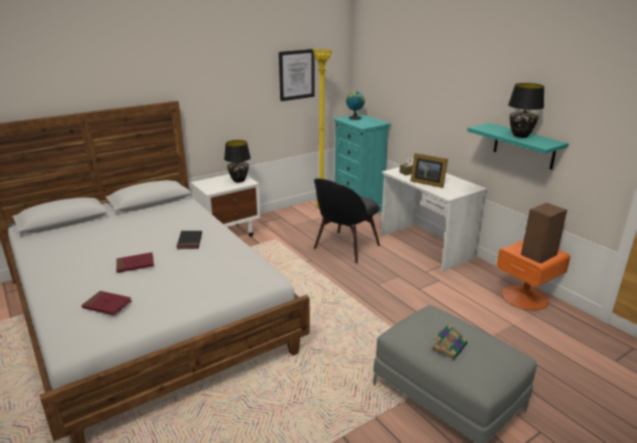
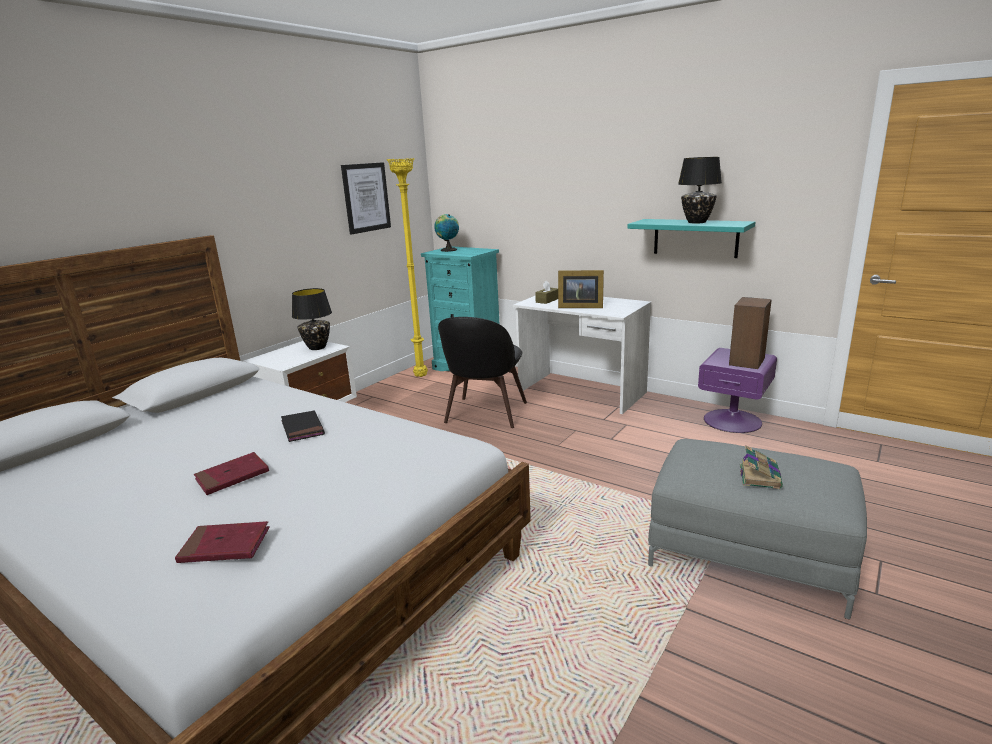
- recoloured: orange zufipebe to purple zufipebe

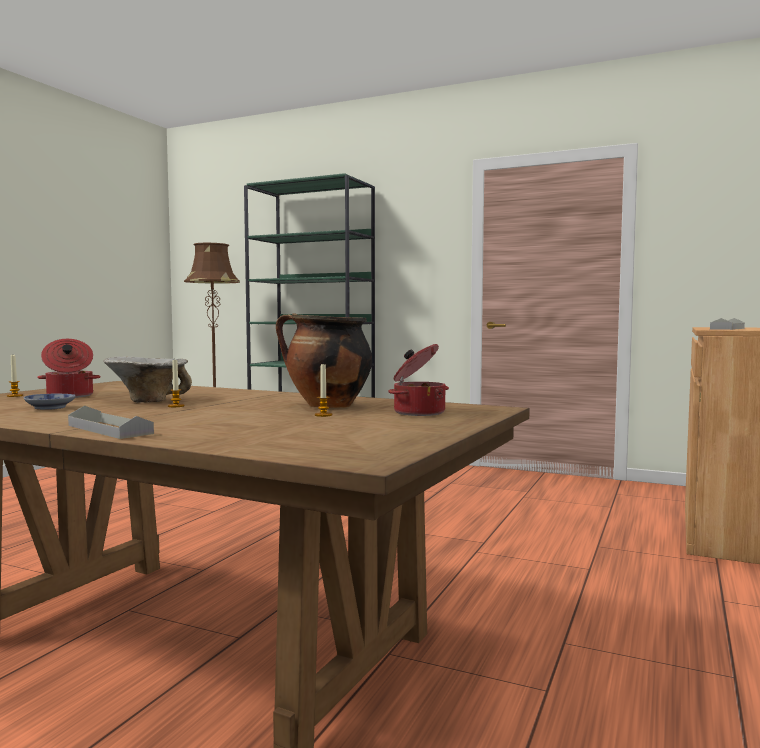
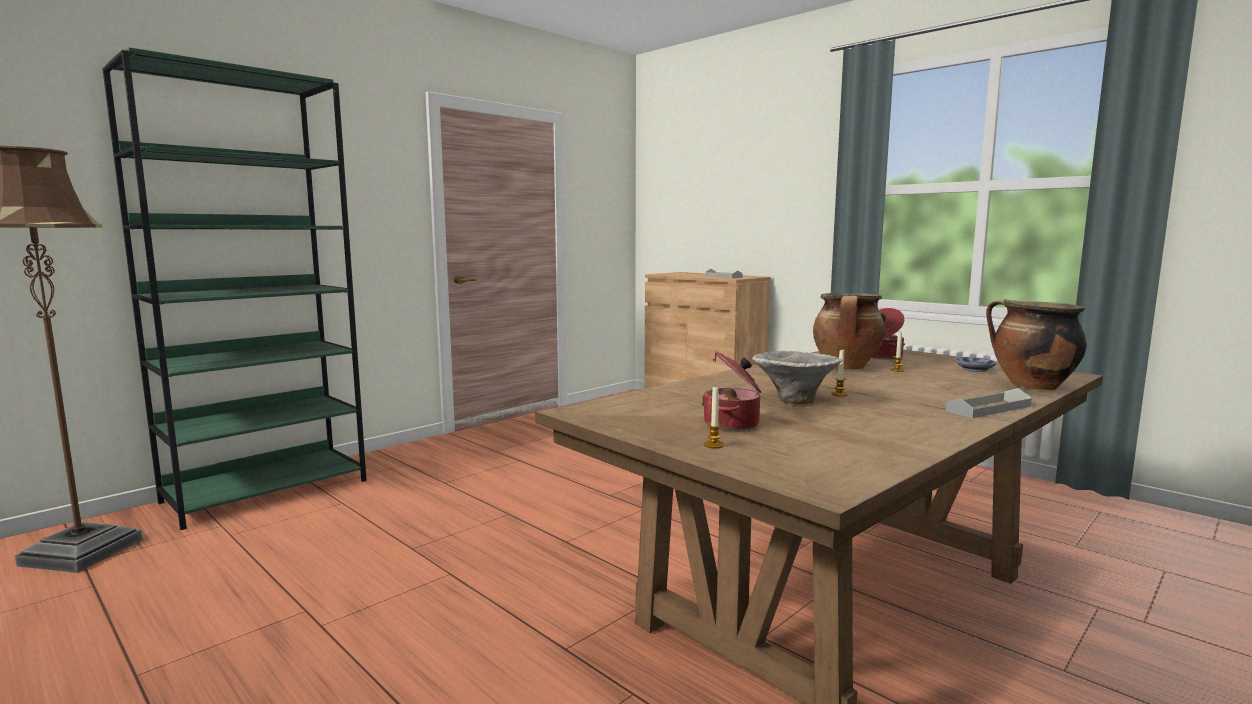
- moved: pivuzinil (1st from left in the first image) to pivuzinil (2nd from left)
- added: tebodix (4th from left)

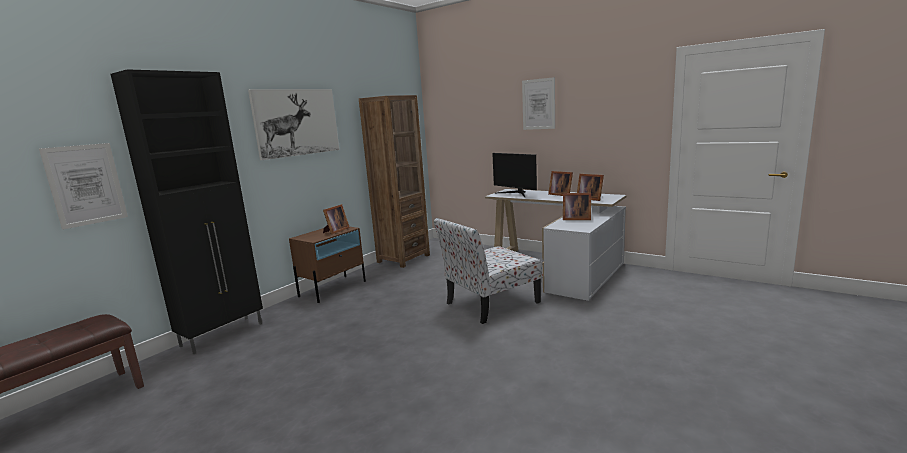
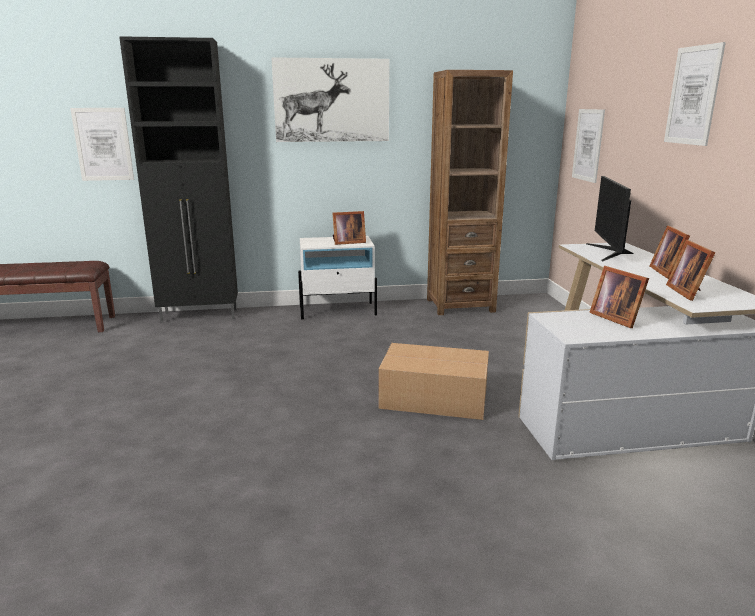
- recoloured: brown zufipebe to white zufipebe
- replaced: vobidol to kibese
- added: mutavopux (3rd from left)

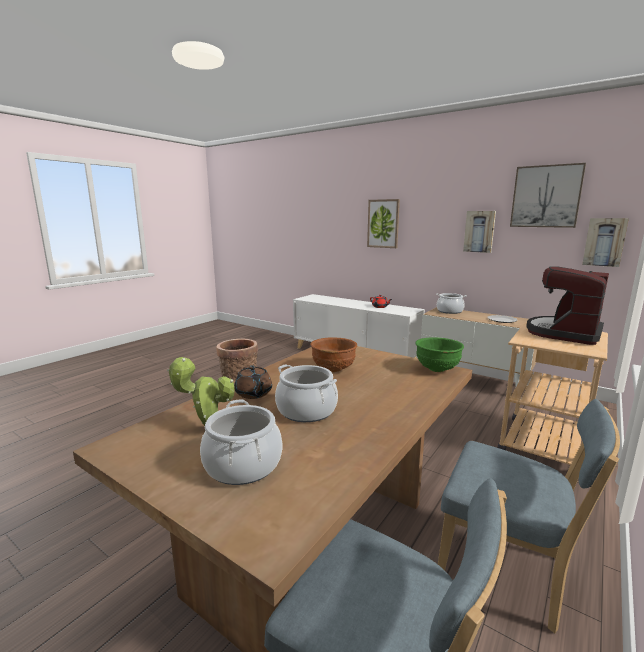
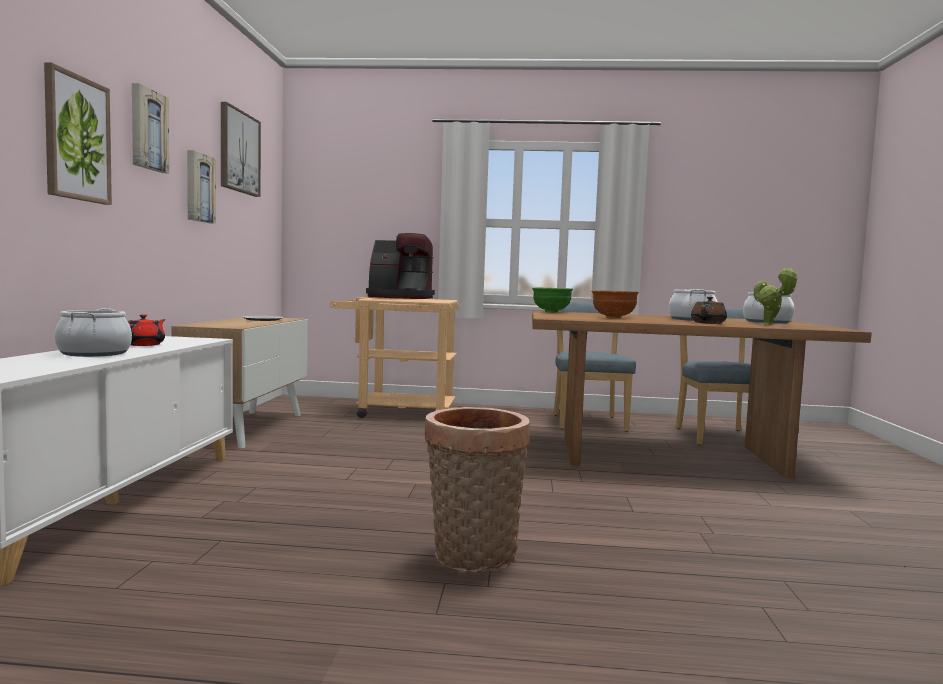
- moved: tebodix (3rd from left in the first image) to tebodix (1st from left)
- moved: mutavopux (4th from left in the first image) to mutavopux (2nd from left)

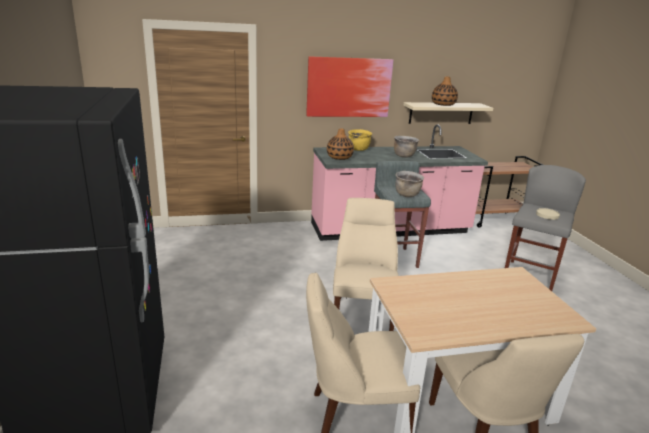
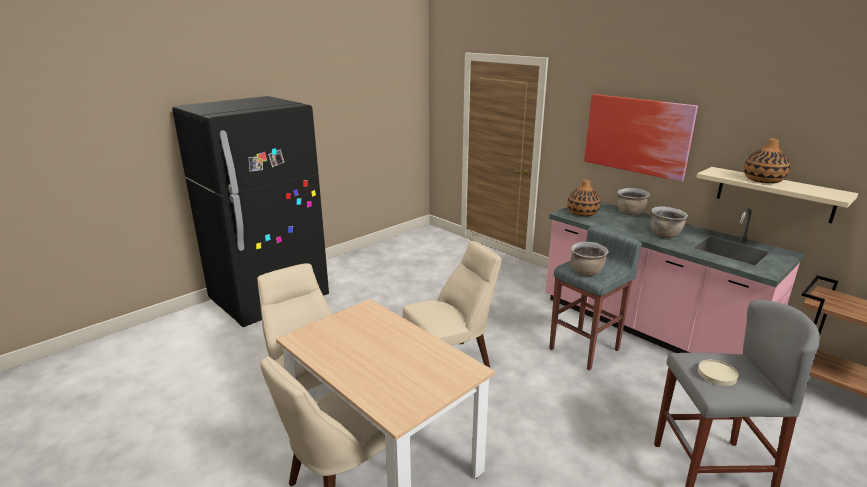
- recoloured: yellow tebodix to brown tebodix (2nd from left)

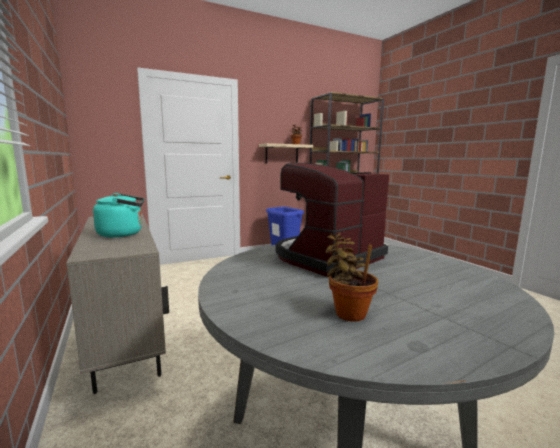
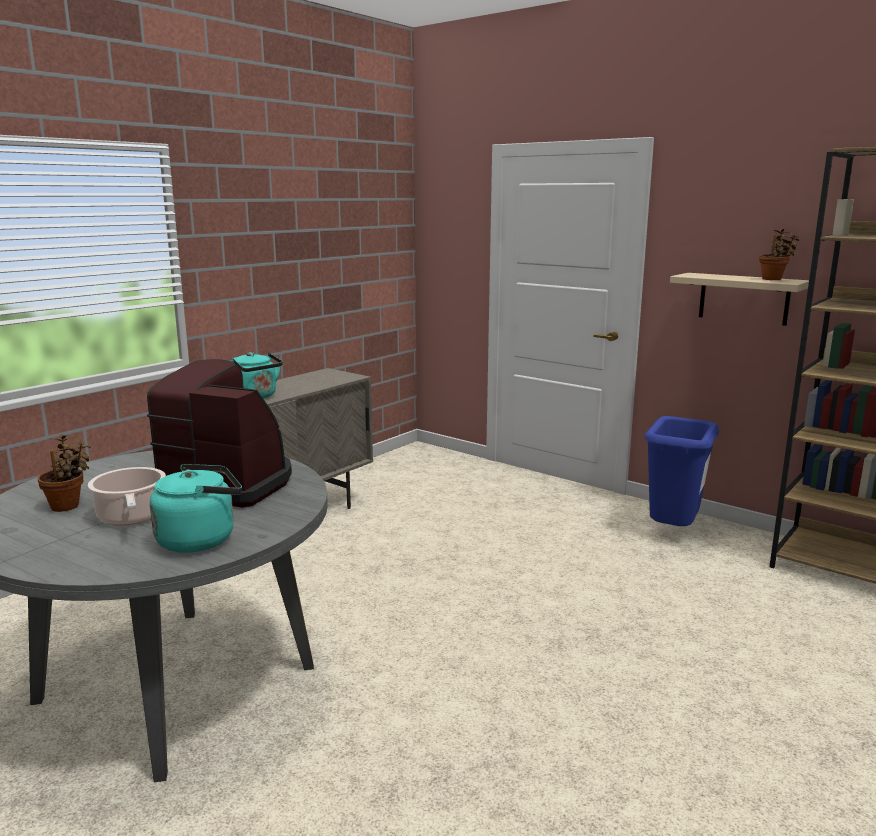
- added: tebodix
- added: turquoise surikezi (1st from left)

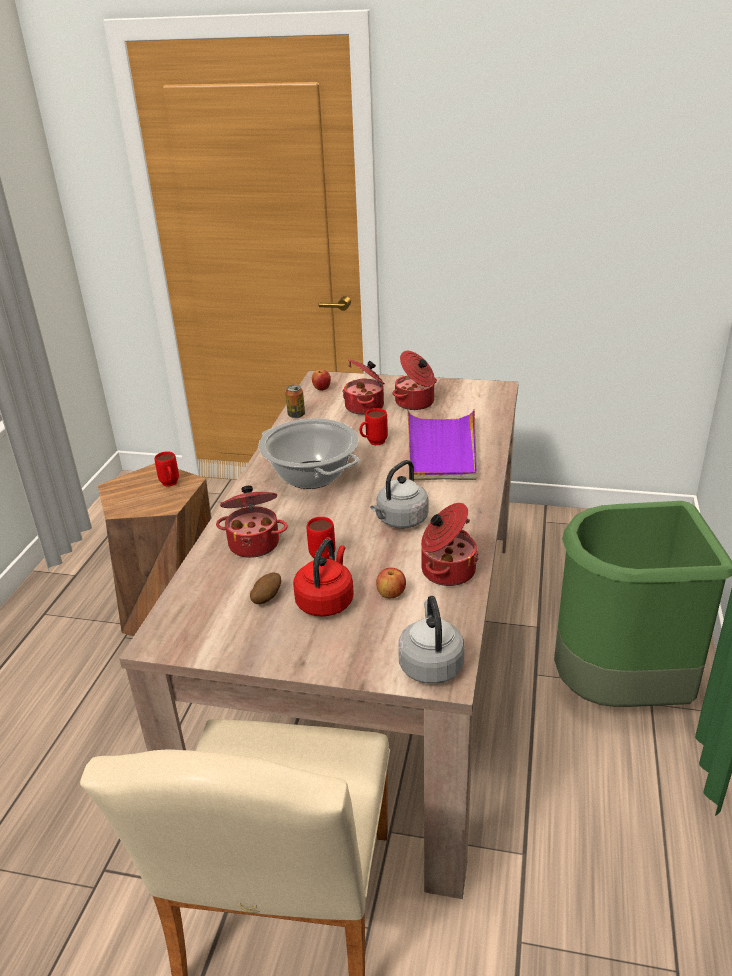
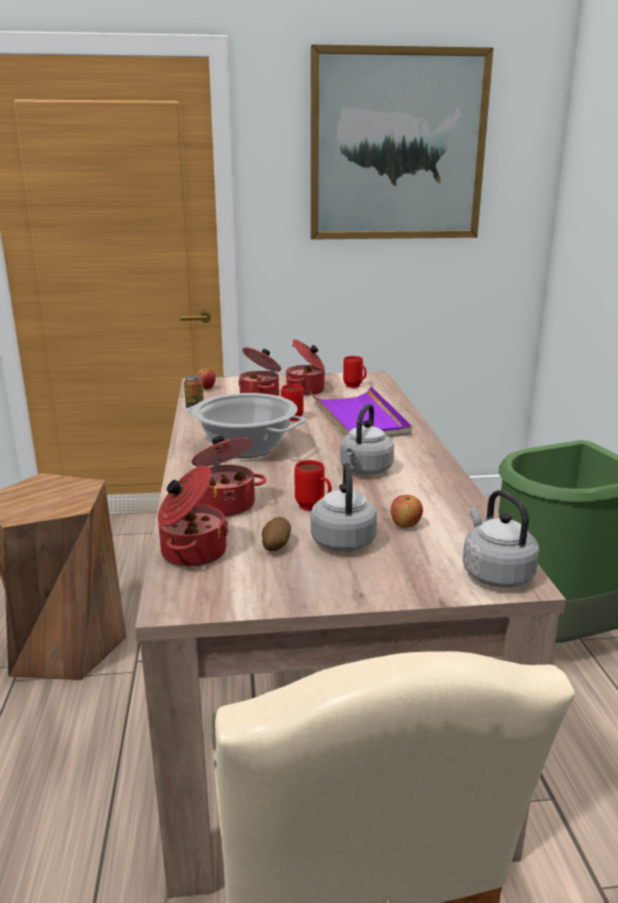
- moved: tebodix (5th from left in the first image) to tebodix (1st from left)
- recoloured: red surikezi to grey surikezi (1st from left)
- added: mutavopux
- moved: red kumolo (1st from left in the first image) to red kumolo (3rd from left)

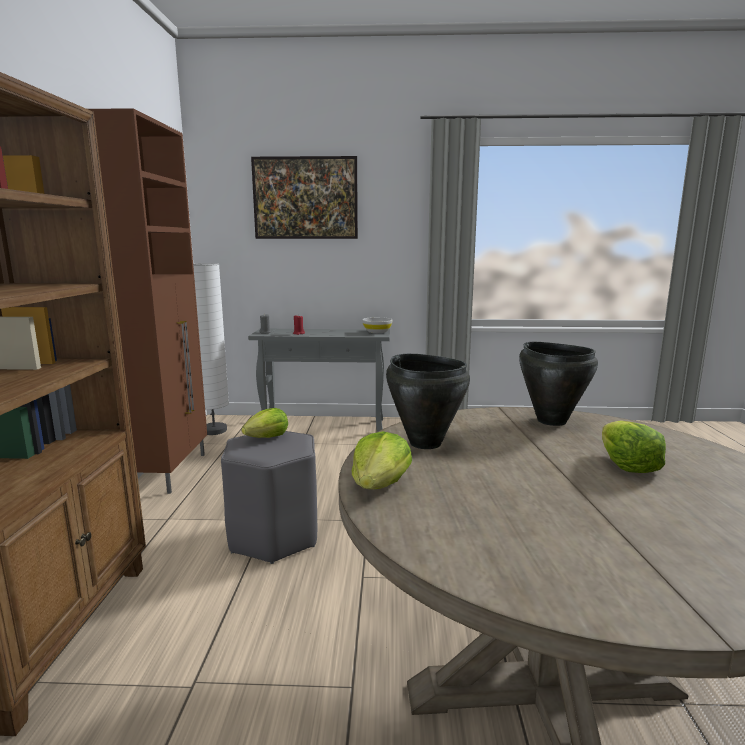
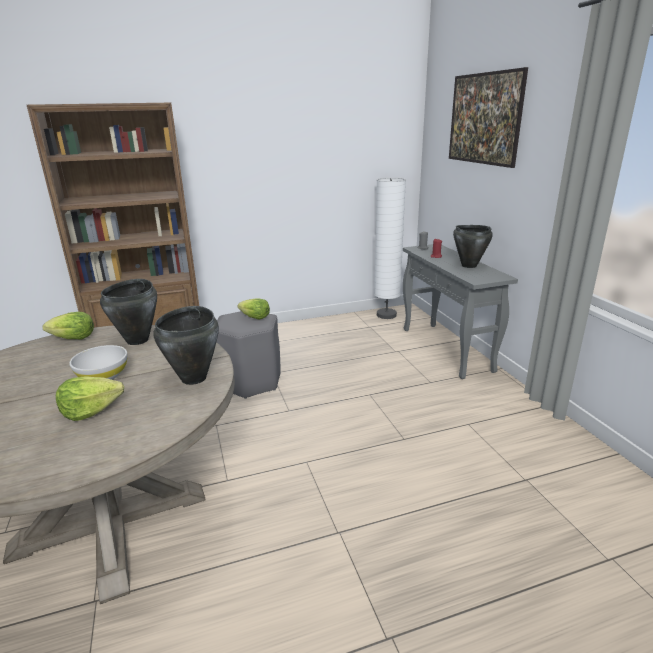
- moved: white pivuzinil
- added: black tebodix (3rd from left)
- removed: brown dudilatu

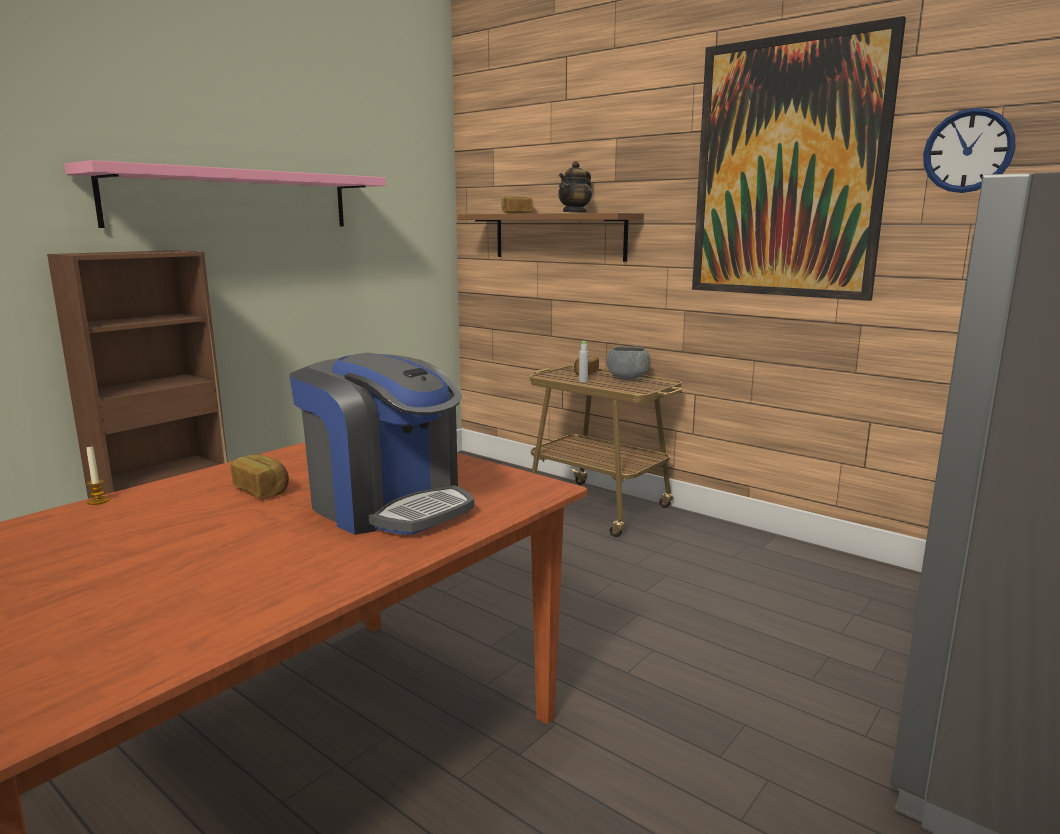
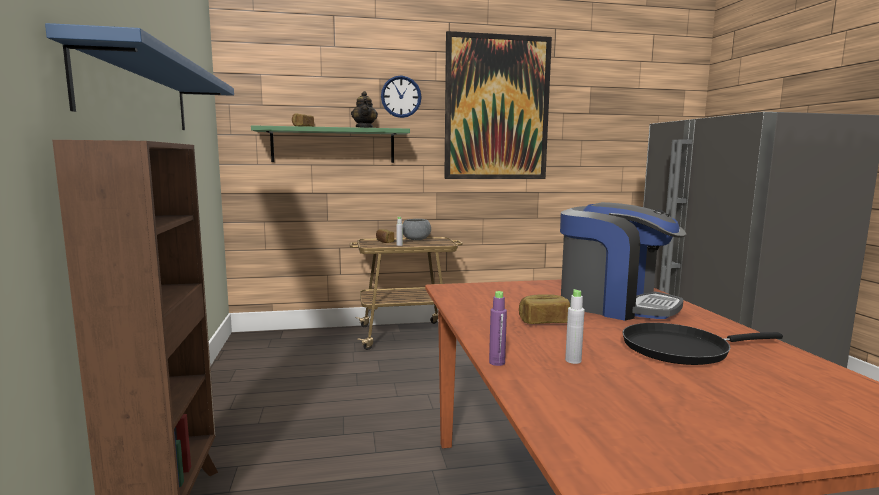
- recoloured: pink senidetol to blue senidetol
- recoloured: brown senidetol to green senidetol
- moved: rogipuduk
- replaced: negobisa to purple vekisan
- turned: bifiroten 45 degrees clockwise
- added: grey vekisan (2nd from left)
- added: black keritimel

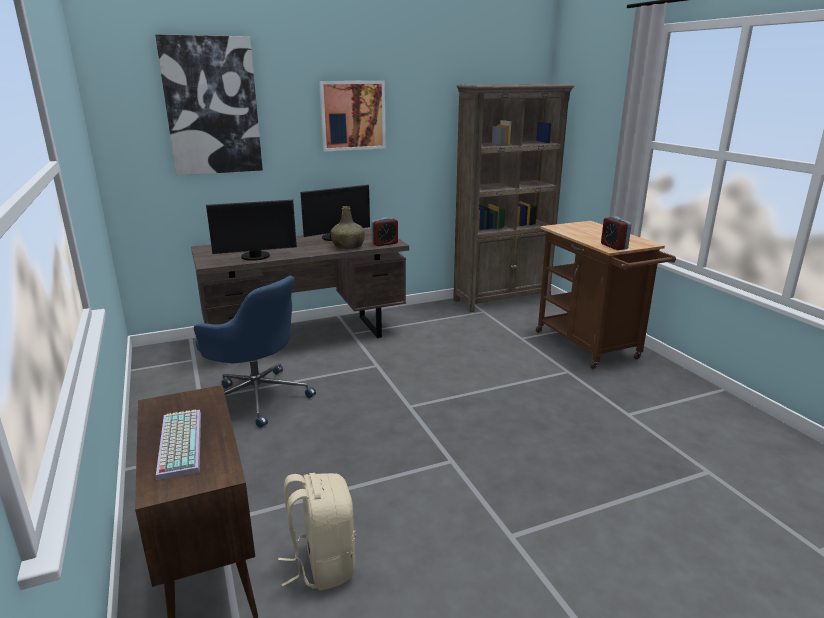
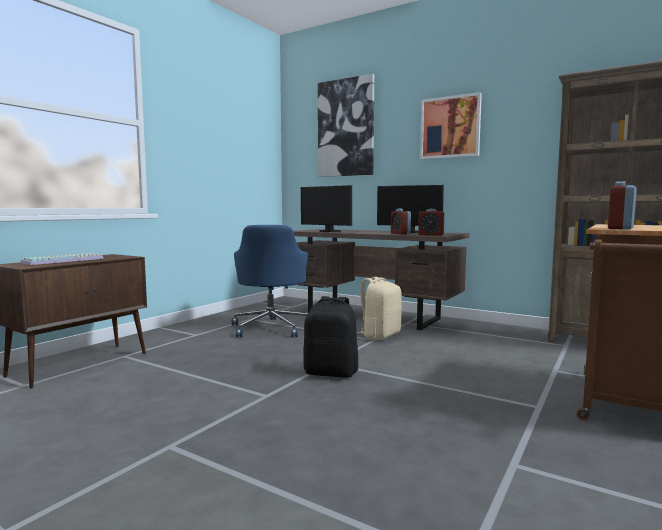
- added: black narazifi
- moved: beige narazifi
- replaced: green vekisan to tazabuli (1st from left)

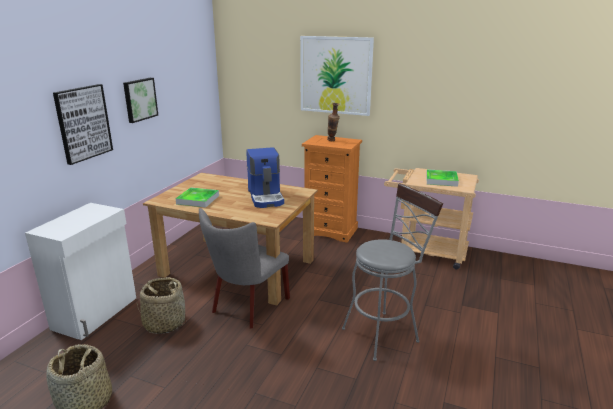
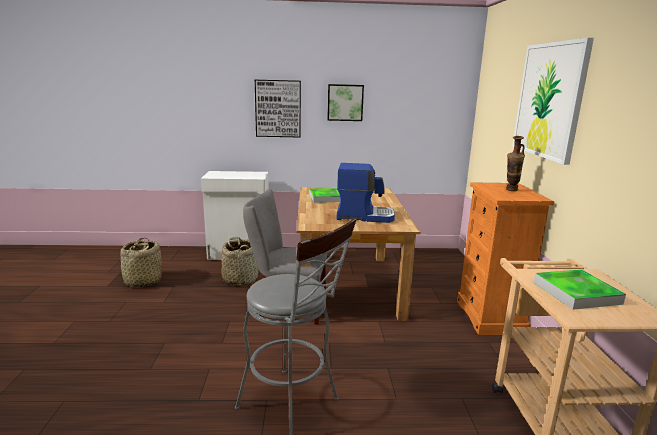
- turned: bifiroten 135 degrees counterclockwise

